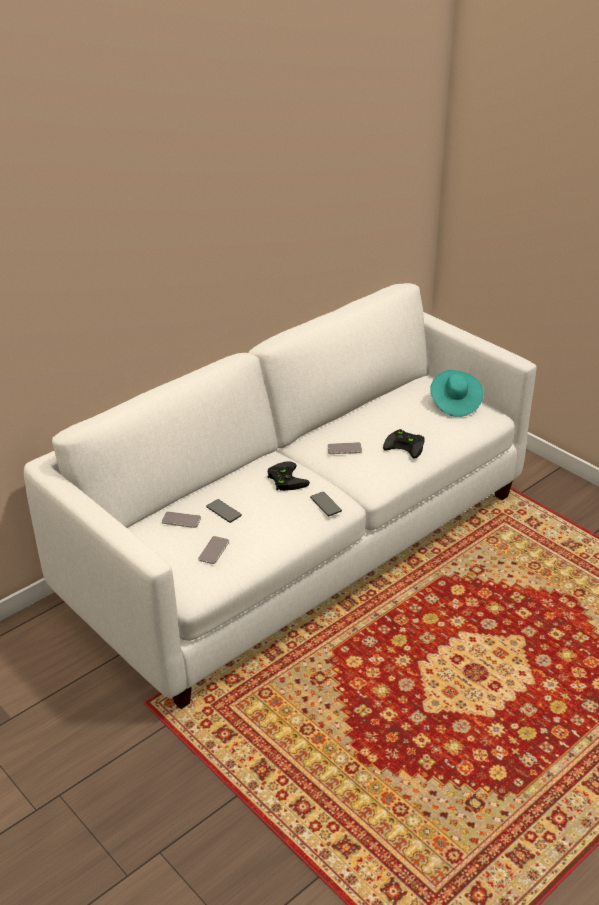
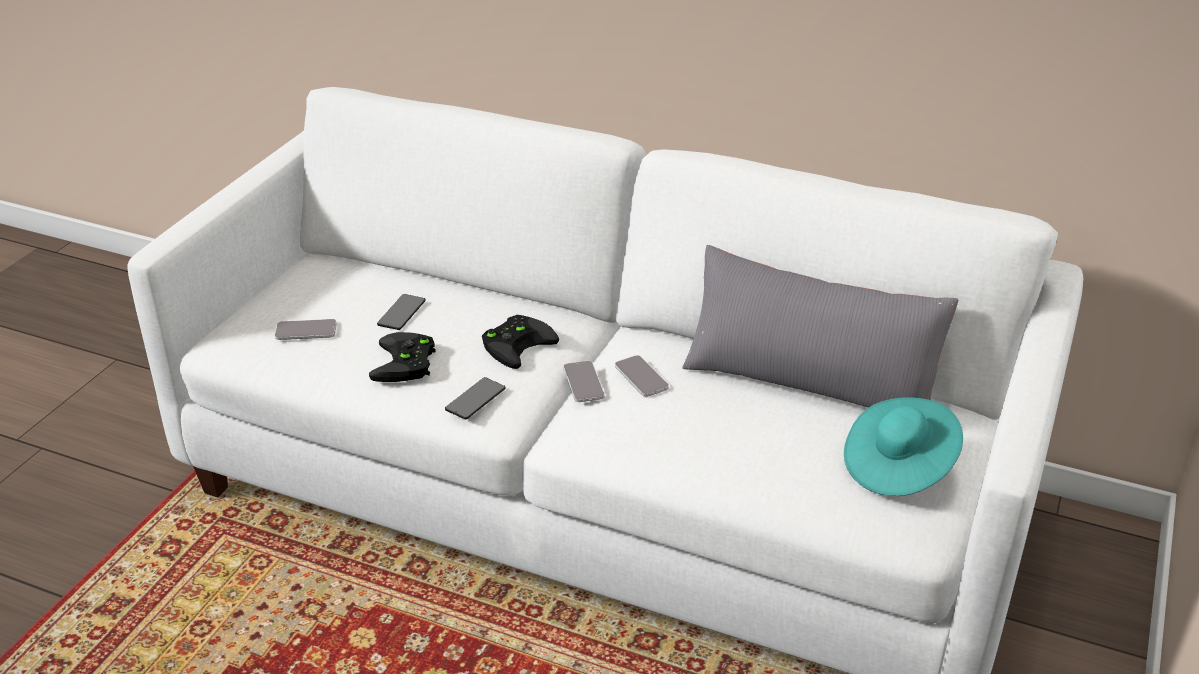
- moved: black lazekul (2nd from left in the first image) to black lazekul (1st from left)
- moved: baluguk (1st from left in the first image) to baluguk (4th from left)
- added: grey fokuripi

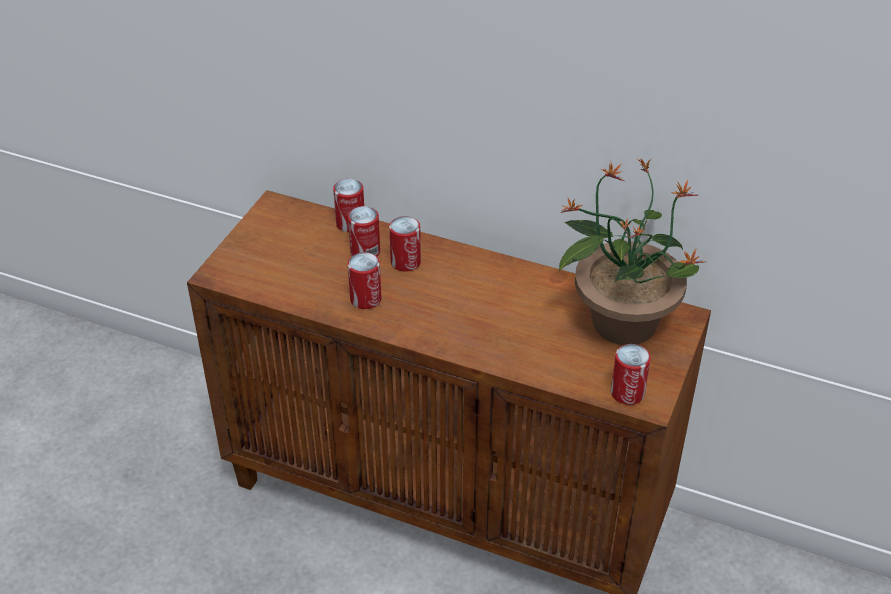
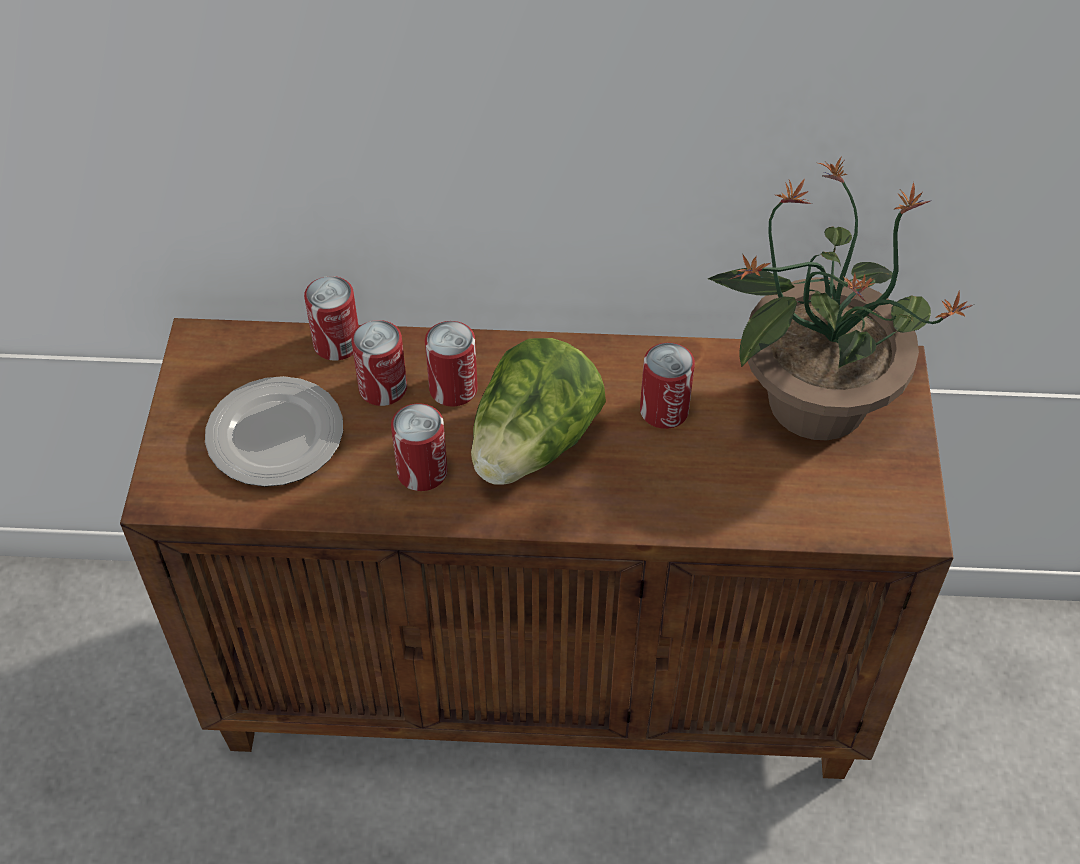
- added: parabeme
- added: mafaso
- moved: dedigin (5th from left)

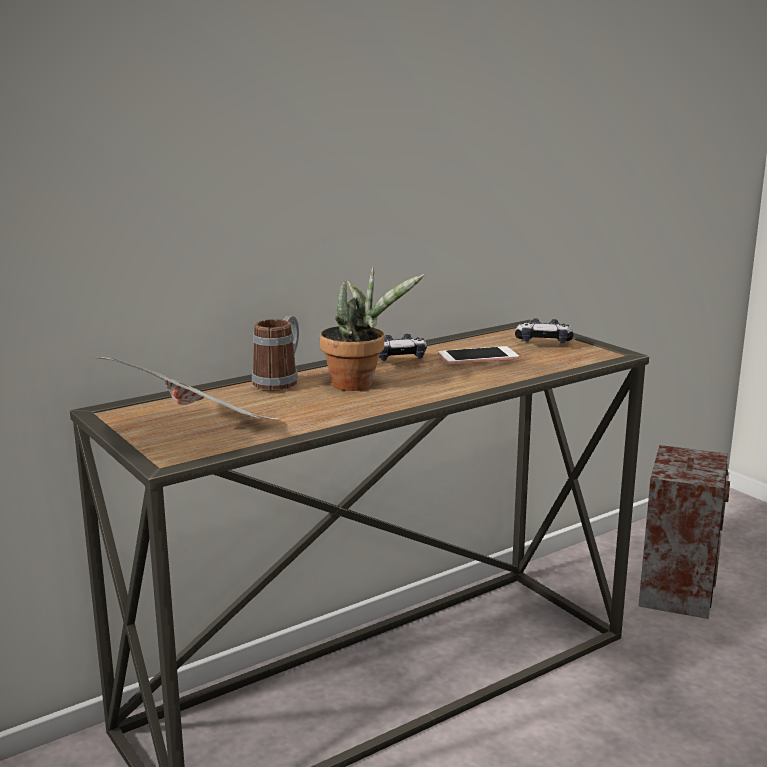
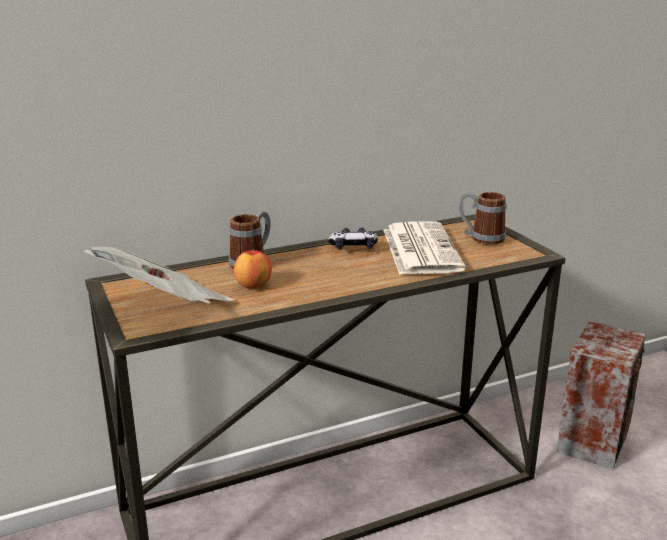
- added: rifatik
- replaced: baluguk to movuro (2nd from left)
- replaced: lazekul (2nd from left) to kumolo (2nd from left)
- removed: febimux

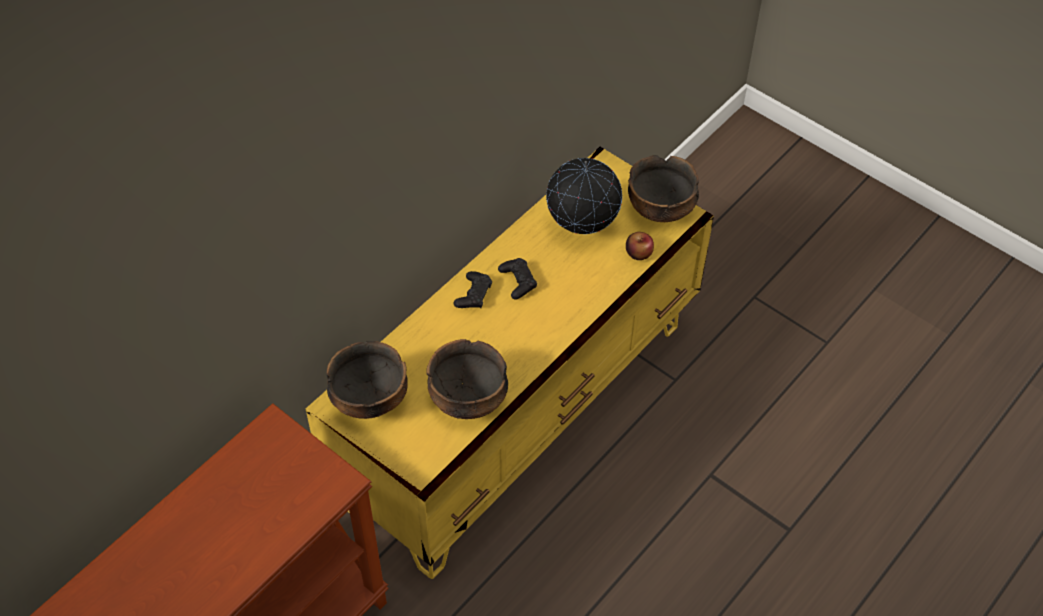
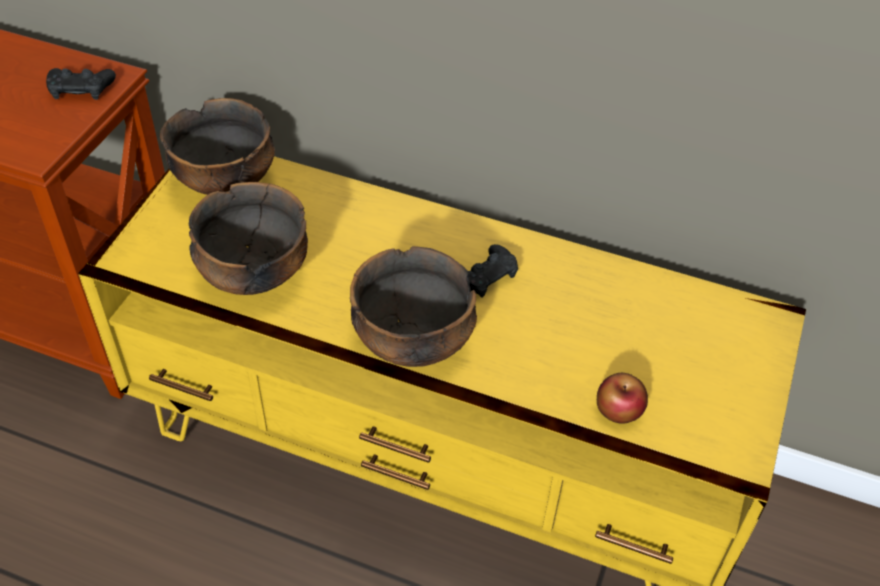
- moved: black lazekul (1st from left)
- moved: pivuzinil (3rd from left)
- removed: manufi

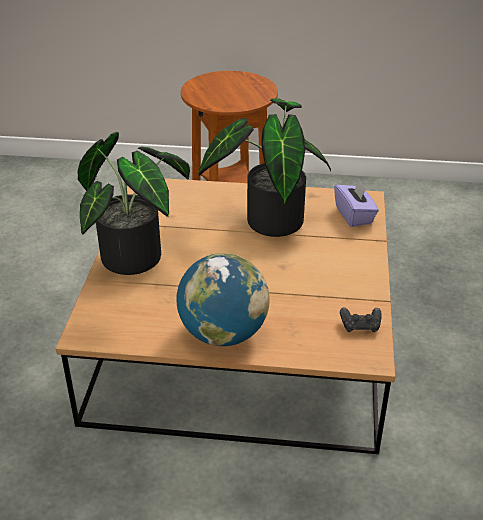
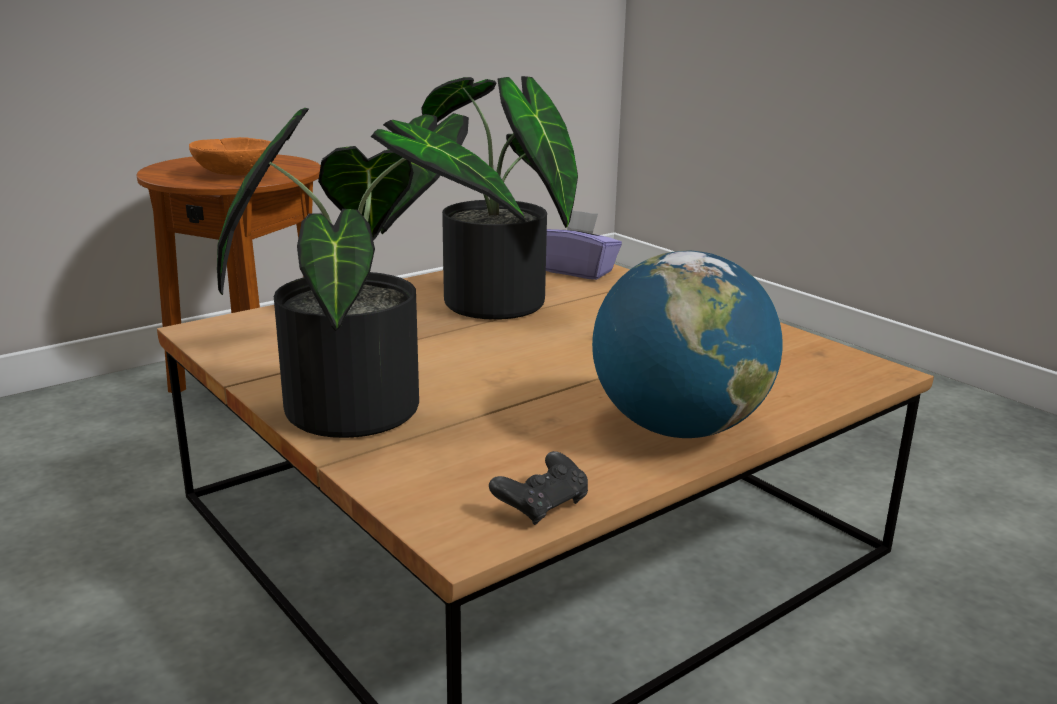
- added: orange pivuzinil
- moved: black lazekul

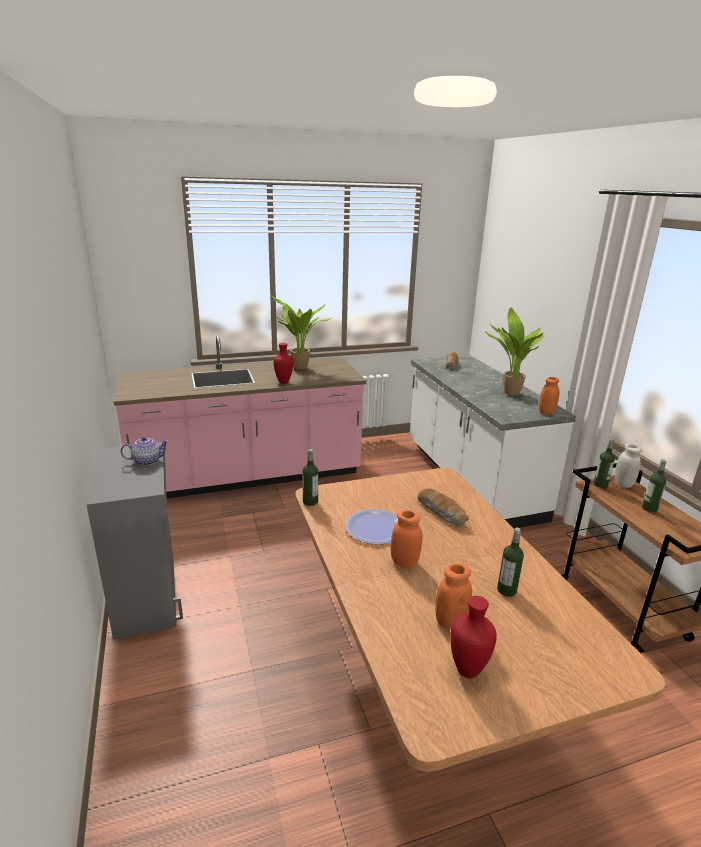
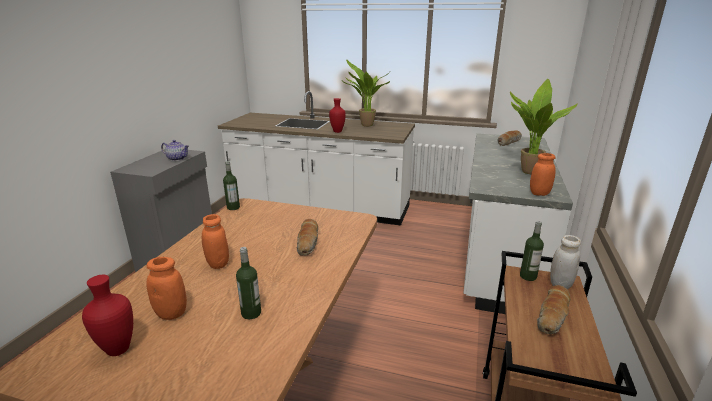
- recoloured: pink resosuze to white resosuze (1st from left)
- replaced: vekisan (4th from left) to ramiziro (3rd from left)
- removed: parabeme

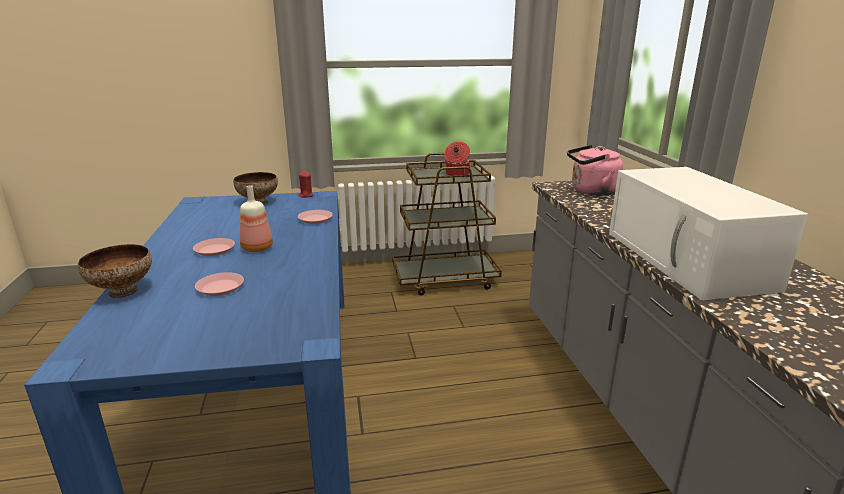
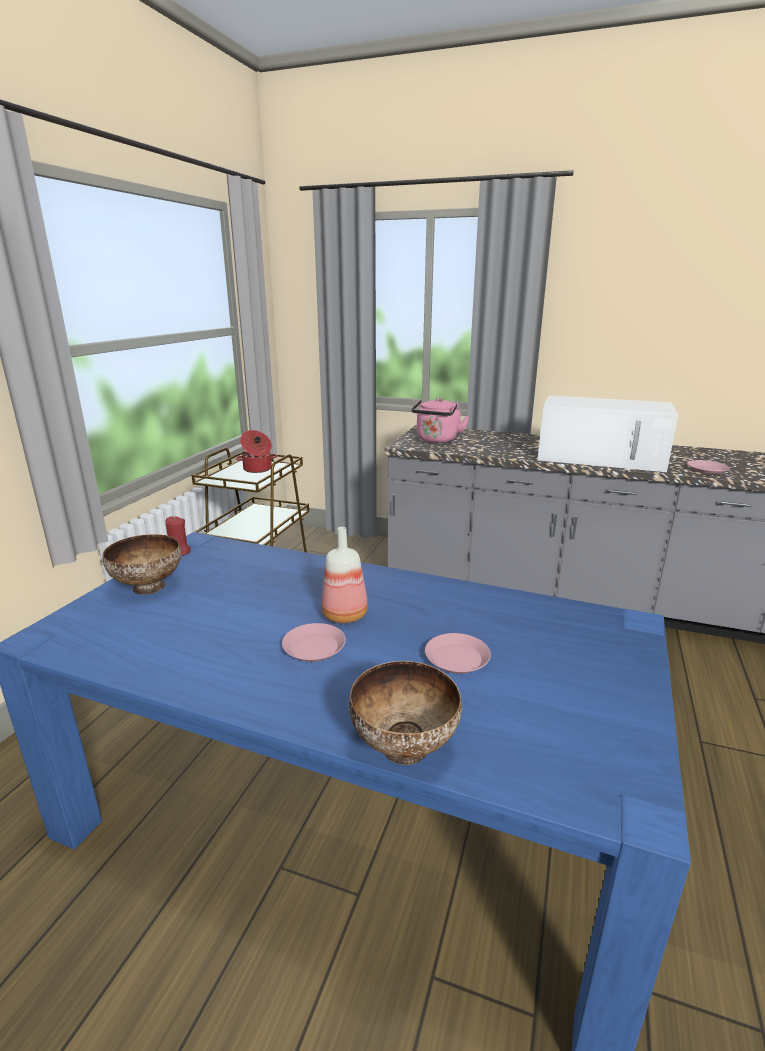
- moved: pink parabeme (3rd from left)

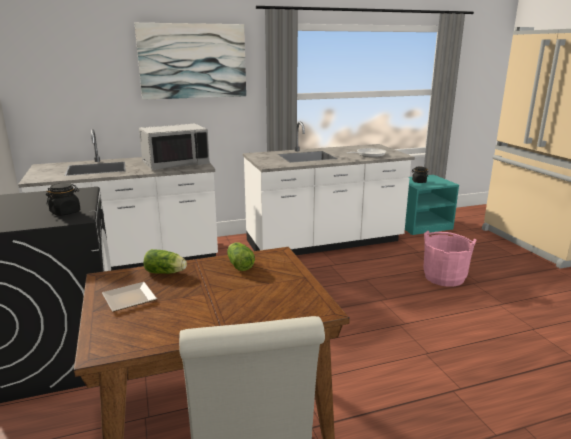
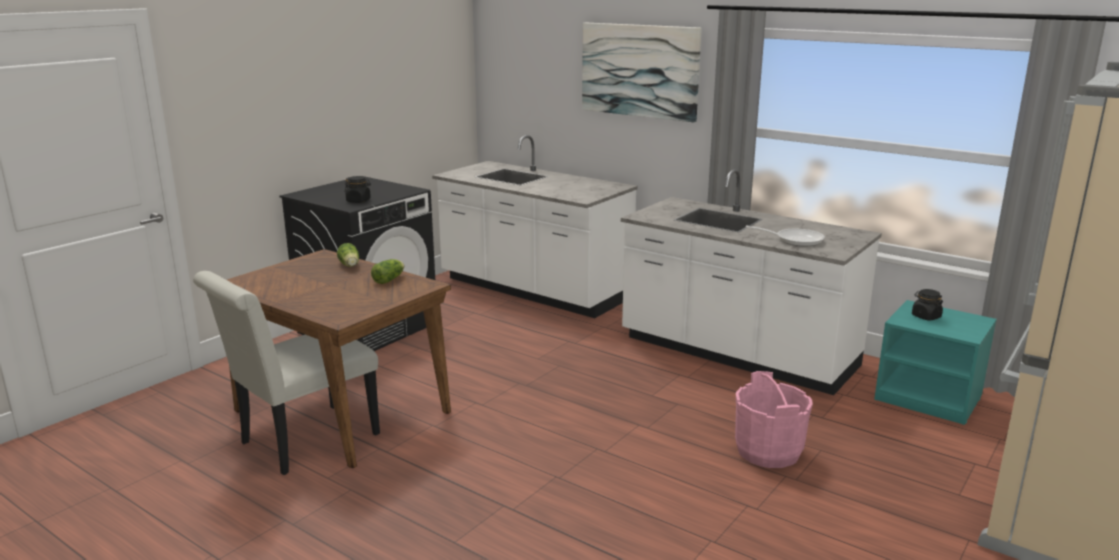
- removed: parabeme
- removed: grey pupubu

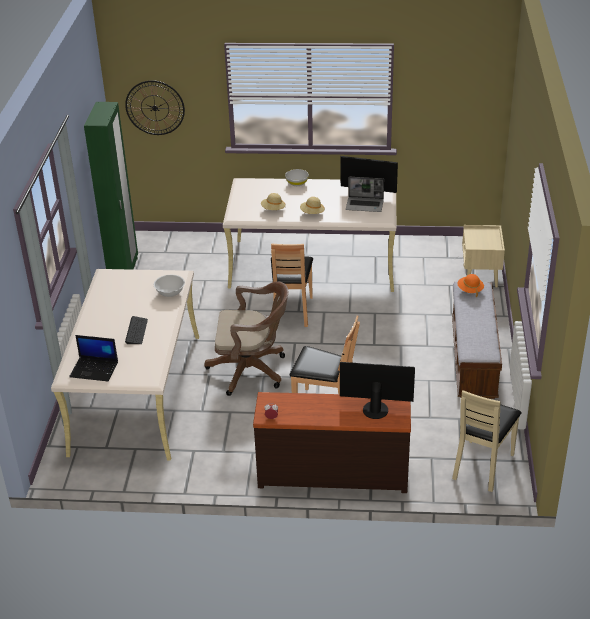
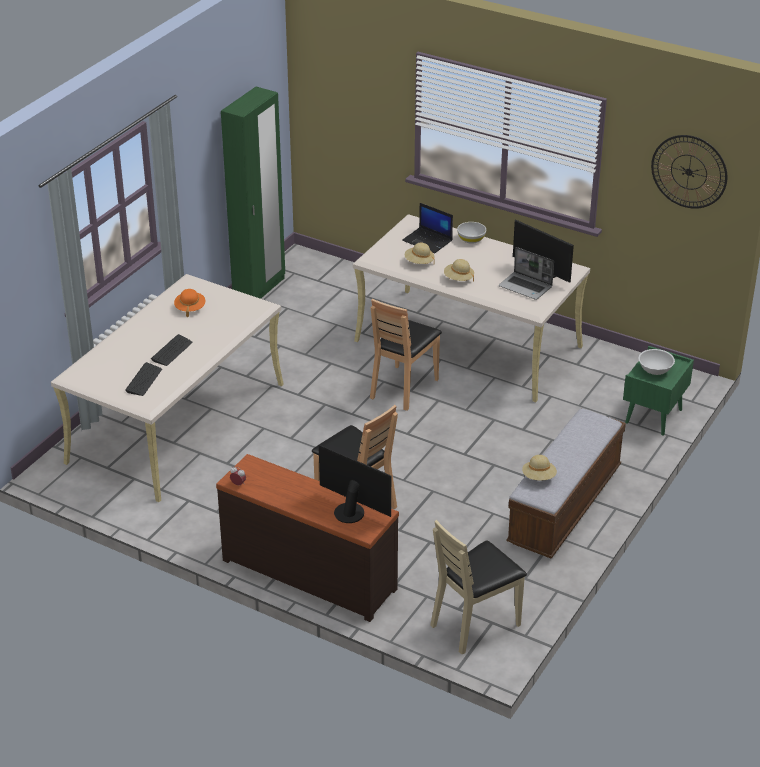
- added: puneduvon (1st from left)
- moved: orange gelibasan
- moved: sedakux (1st from left)
- added: beige gelibasan (3rd from left)
- recoloured: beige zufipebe to green zufipebe
- moved: white pivuzinil (1st from left in the first image) to white pivuzinil (2nd from left)
- moved: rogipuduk
- removed: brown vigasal

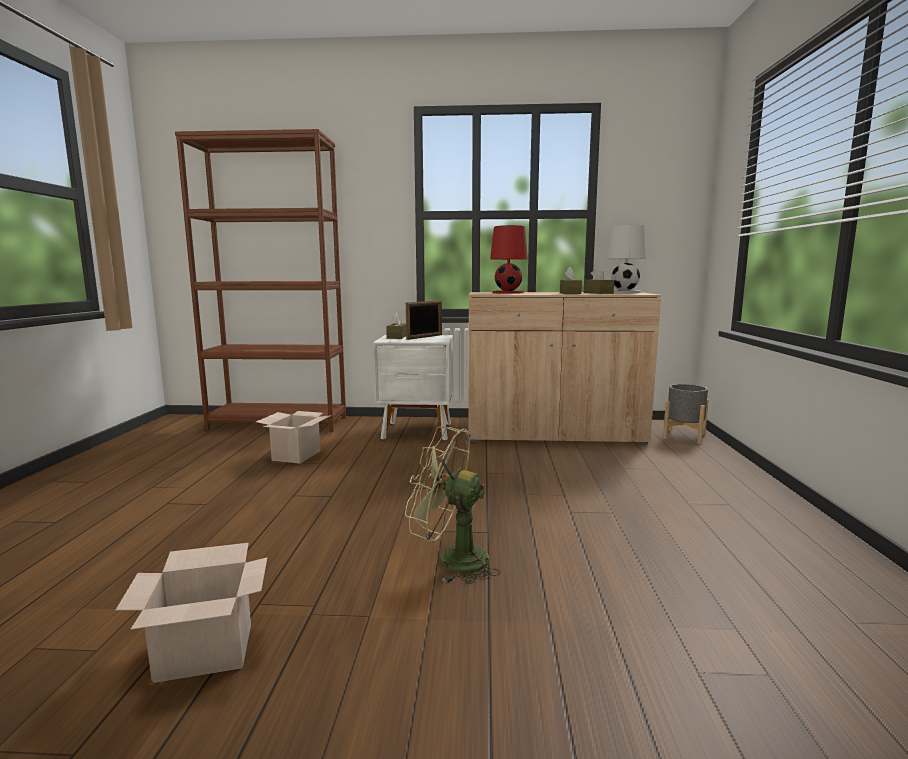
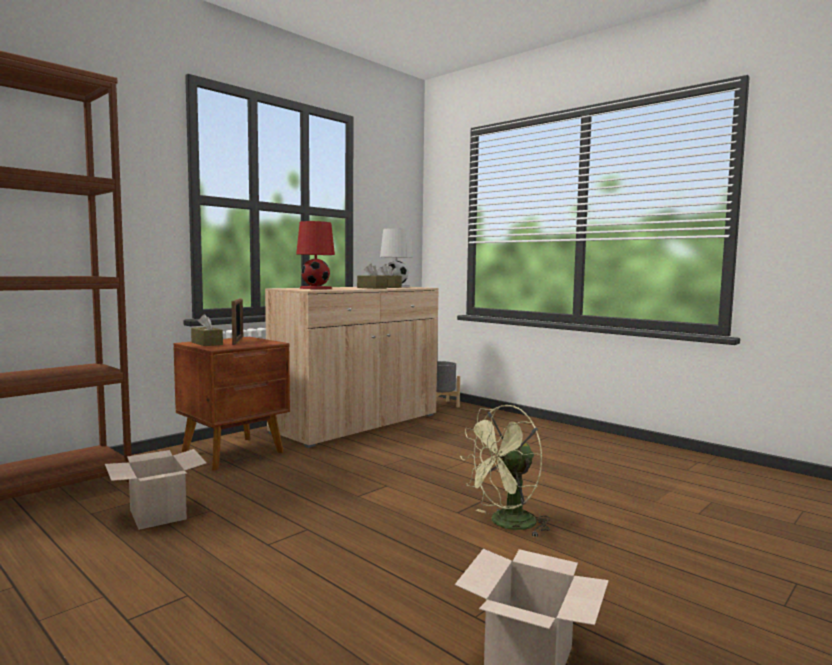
- recoloured: white zufipebe to brown zufipebe

